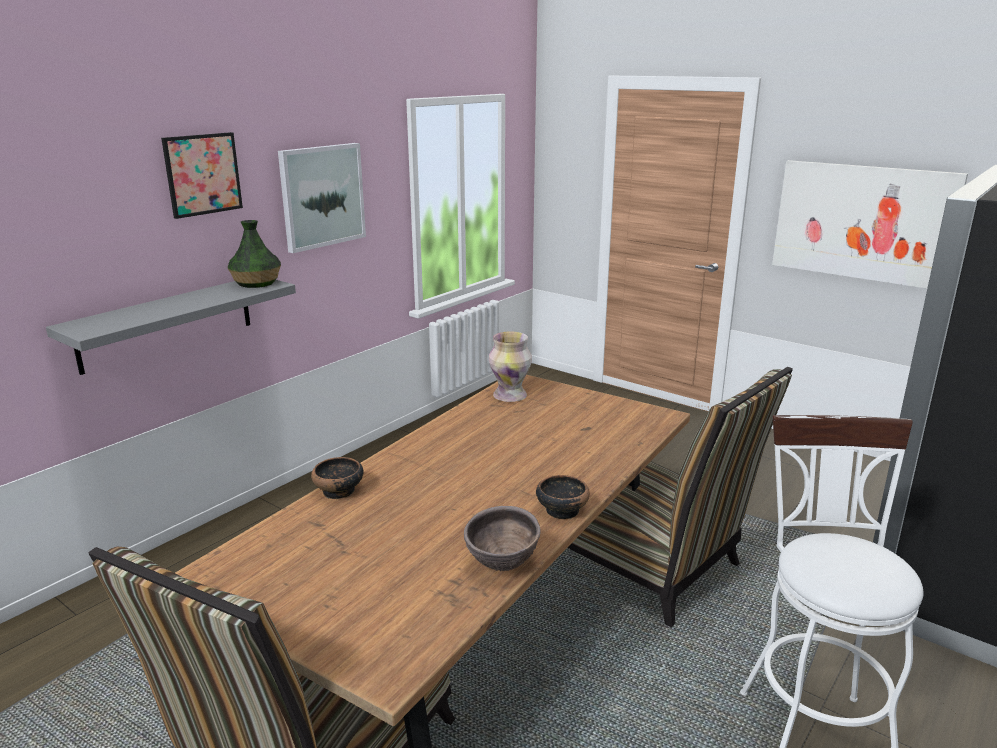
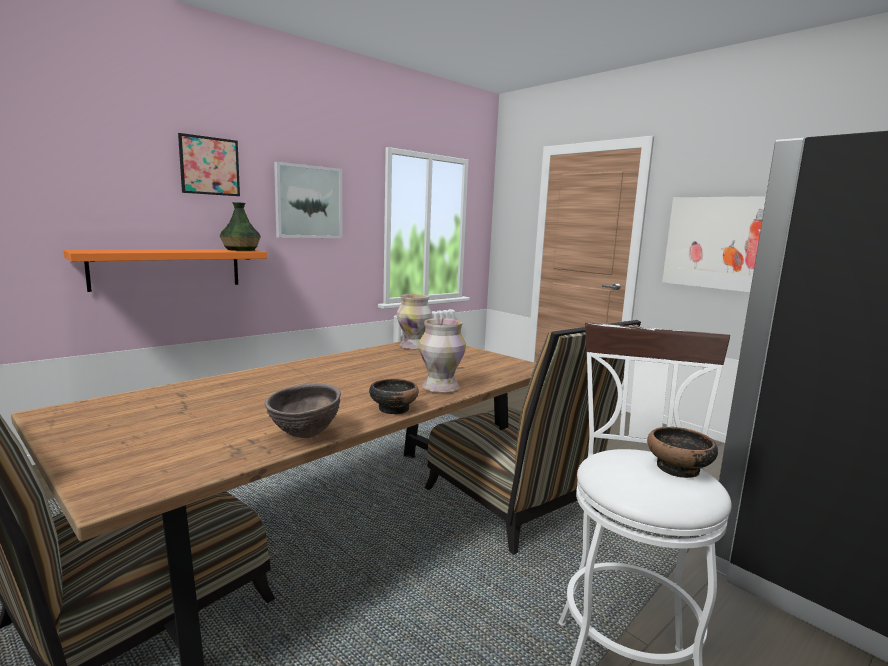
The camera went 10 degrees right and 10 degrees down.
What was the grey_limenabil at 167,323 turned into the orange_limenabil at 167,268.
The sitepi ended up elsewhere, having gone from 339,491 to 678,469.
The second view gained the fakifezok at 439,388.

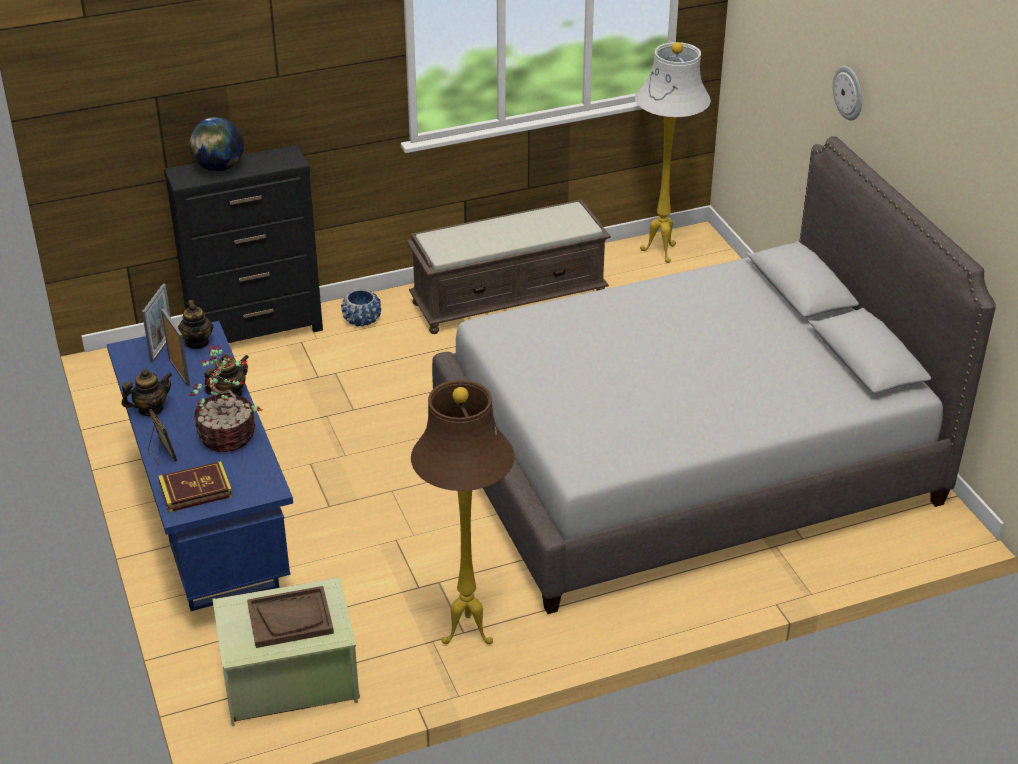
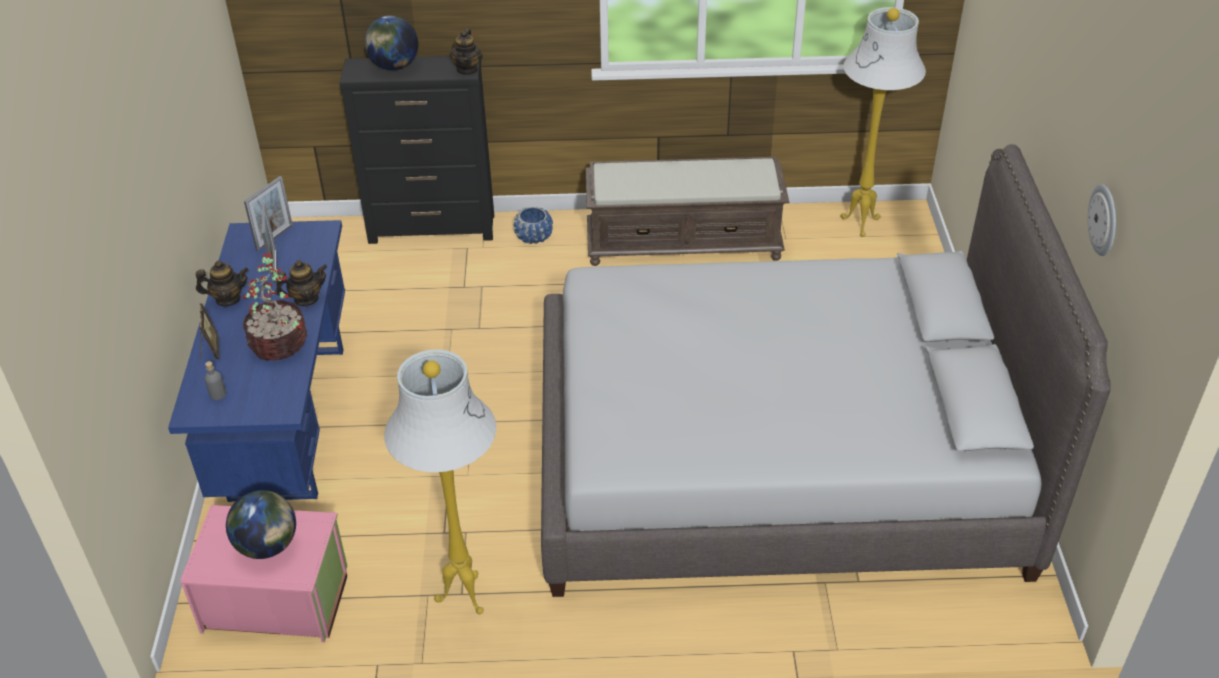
The camera went 20 degrees right and 5 degrees up.
The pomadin ended up elsewhere, having gone from 849,92 to 1104,220.
The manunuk ended up elsewhere, having gone from 197,342 to 467,69.
What was the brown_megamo at 466,633 turned into the white_megamo at 464,595.
Where the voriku stood at 196,490, the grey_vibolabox came to stand at 218,394.
What was the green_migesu at 290,681 turned into the pink_migesu at 276,601.
Where the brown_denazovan stood at 290,618, the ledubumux came to stand at 268,545.

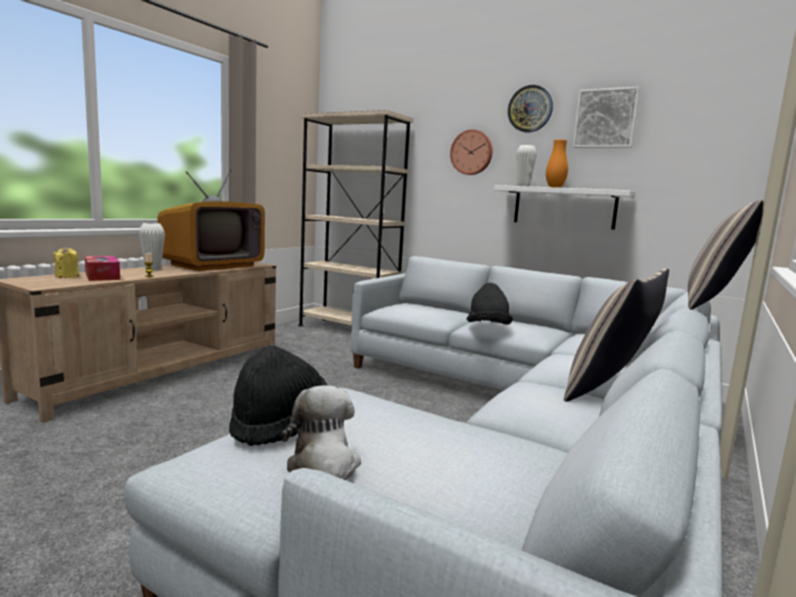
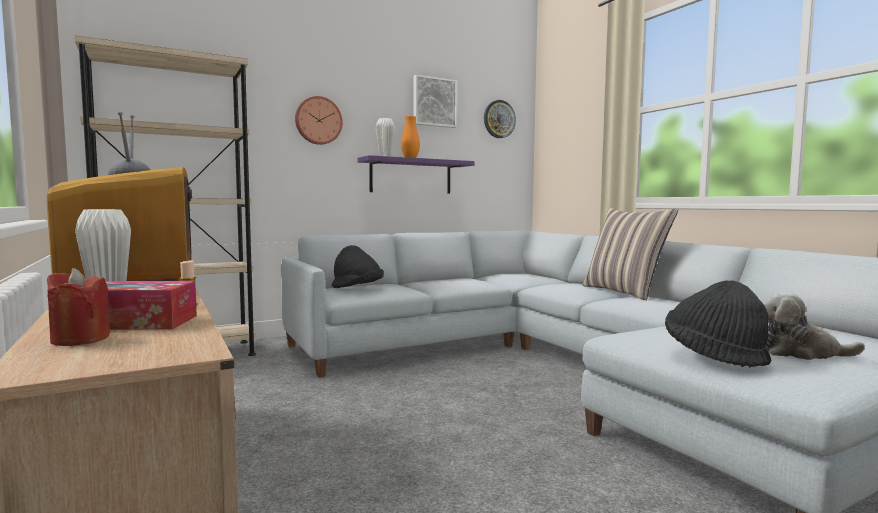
The camera went 60 degrees left and 5 degrees down.
The pomadin ended up elsewhere, having gone from 530,109 to 499,119.
What was the white_limenabil at 564,207 turned into the purple_limenabil at 411,176.
The second view lost the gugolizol at 713,304.
What was the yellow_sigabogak at 67,276 turned into the red_sigabogak at 80,339.
The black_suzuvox ended up elsewhere, having gone from 488,327 to 357,289.

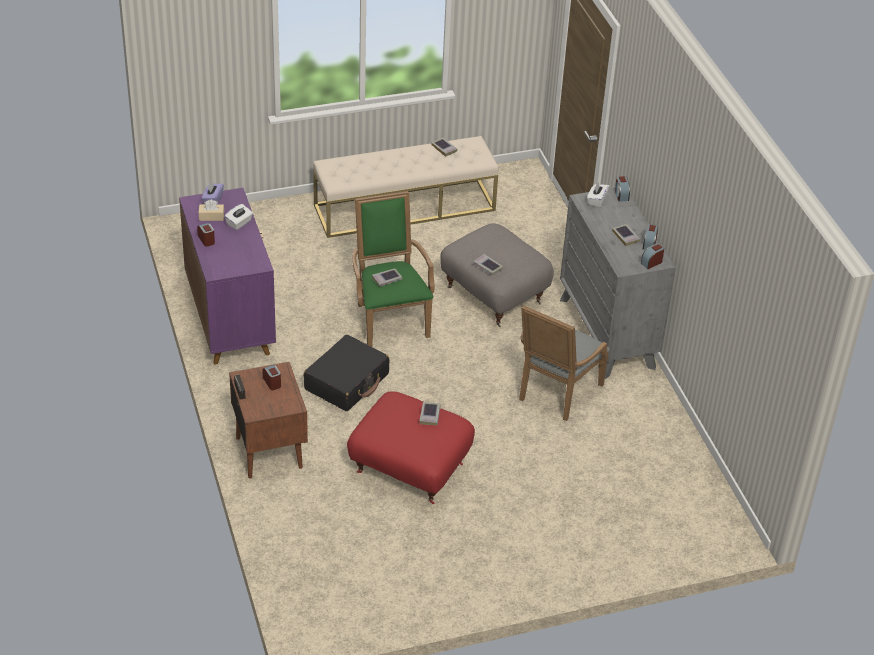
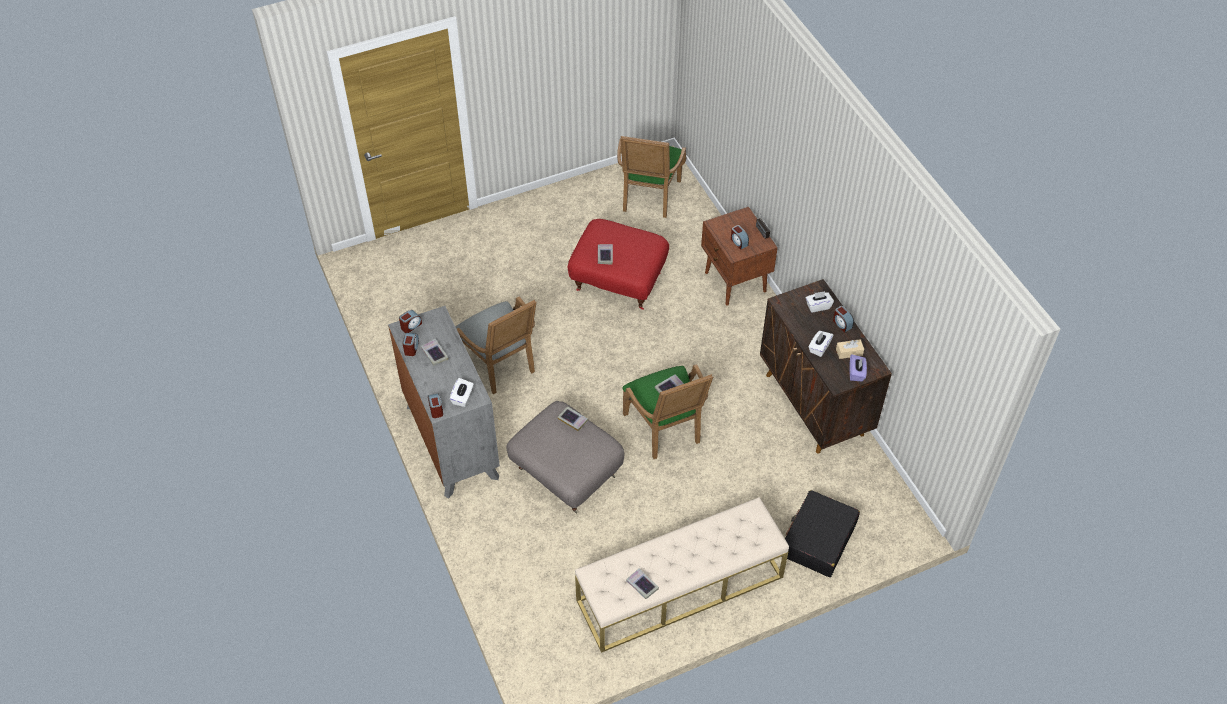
The camera went 175 degrees right and 10 degrees up.
What was the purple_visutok at 230,322 turned into the brown_visutok at 814,405.
The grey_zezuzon at 556,394 ended up facing another way, 120 degrees clockwise from before.
The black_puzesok ended up elsewhere, having gone from 347,382 to 818,540.
The second view gained the green_zezuzon at 648,198.
The second view gained the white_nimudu at 818,306.

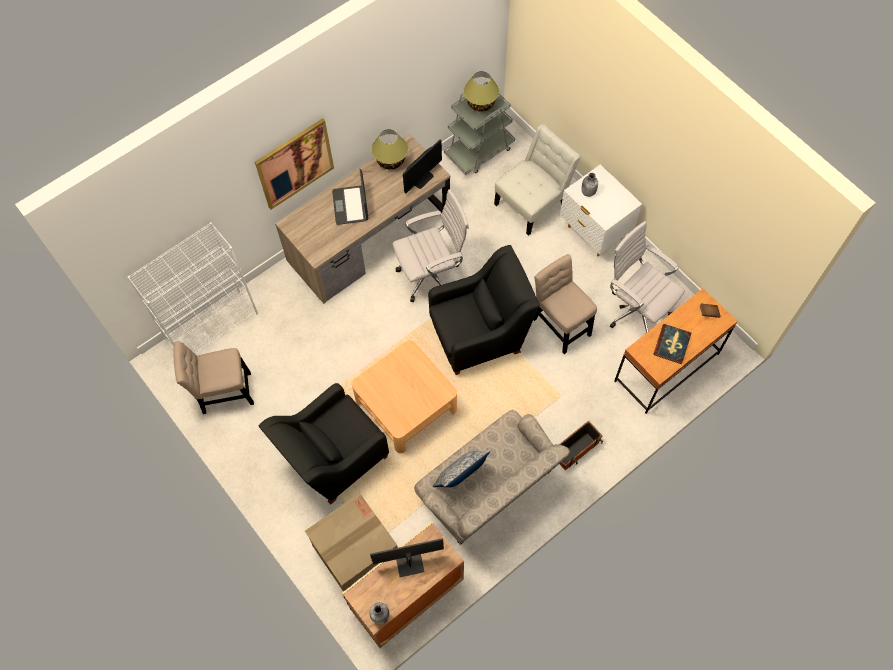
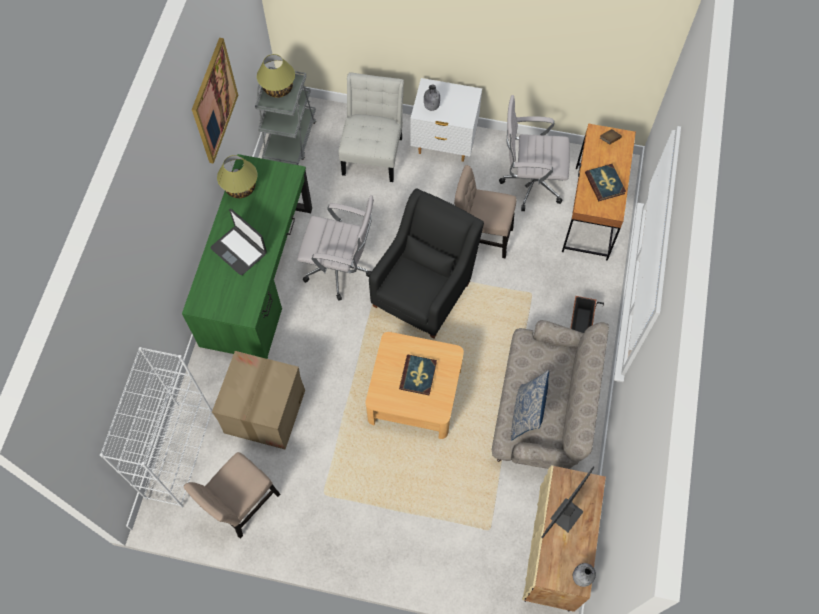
The camera went 40 degrees left and 0 degrees up.
The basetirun ended up elsewhere, having gone from 295,163 to 214,101.
What was the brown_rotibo at 369,238 turned into the green_rotibo at 258,275.
The second view lost the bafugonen at 422,178.
The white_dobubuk at 432,275 ended up facing another way, 75 degrees clockwise from before.
The second view lost the black_zezuzon at 333,458.
The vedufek ended up elsewhere, having gone from 356,554 to 264,412.
The second view gained the voriku at 418,375.

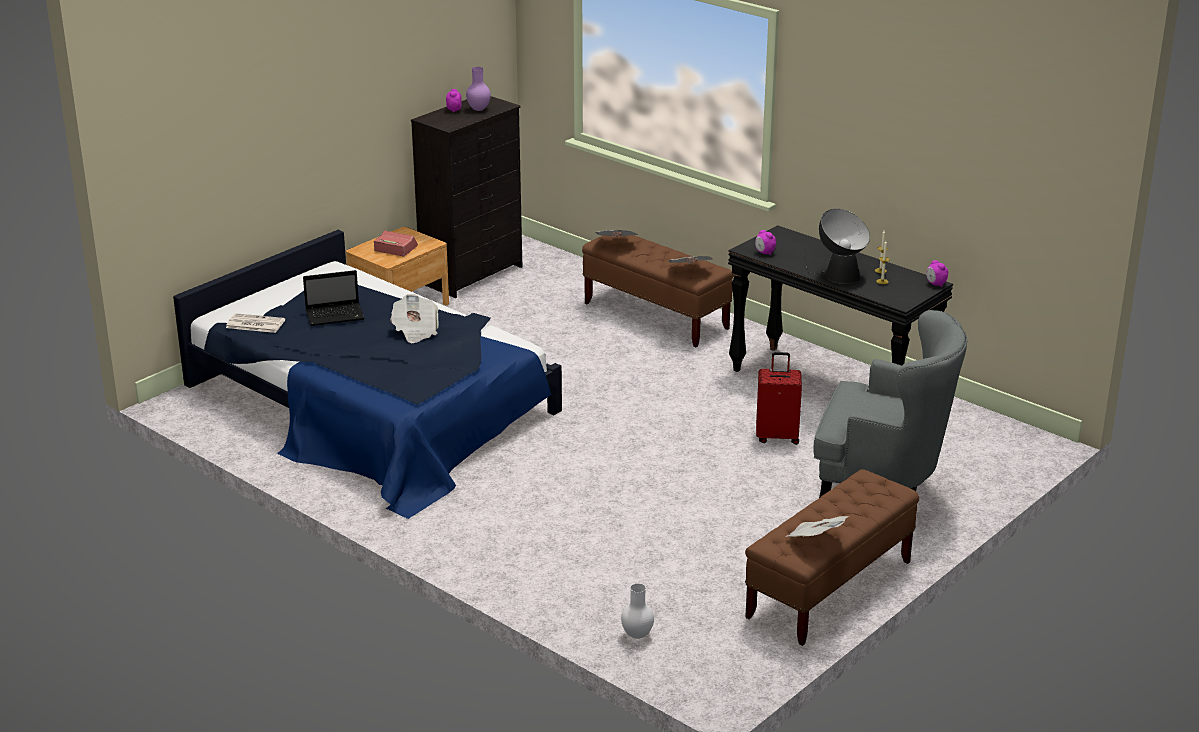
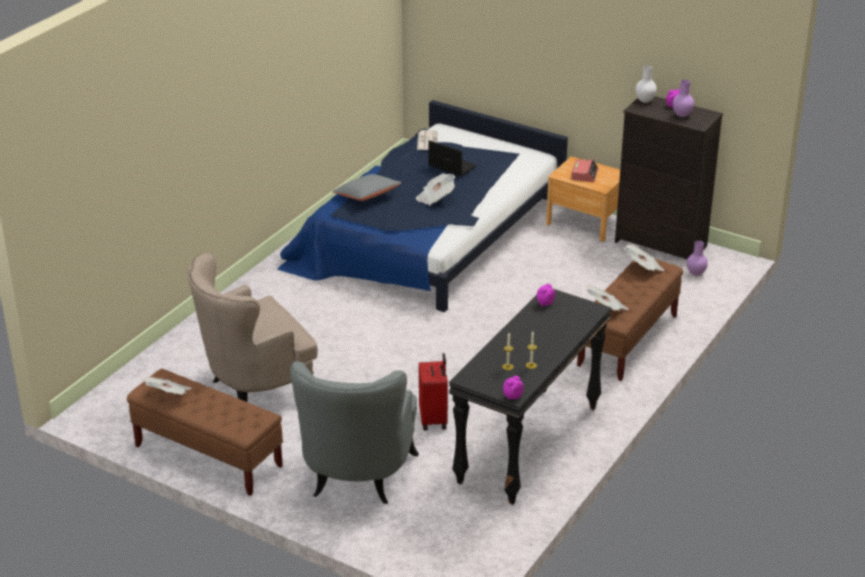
The camera went 80 degrees right and 5 degrees up.
The second view lost the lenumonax at 837,274.
The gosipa at 336,315 ended up facing another way, 150 degrees clockwise from before.
The white_fakifezok ended up elsewhere, having gone from 638,635 to 644,101.
The second view gained the grey_gugolizol at 367,196.
The second view gained the purple_fakifezok at 696,274.
The second view gained the beige_zezuzon at 255,389.

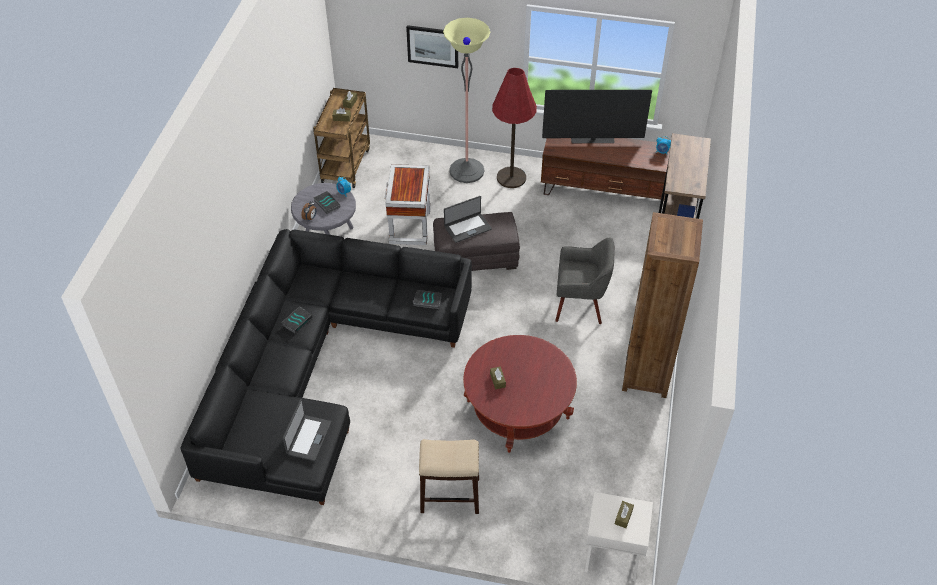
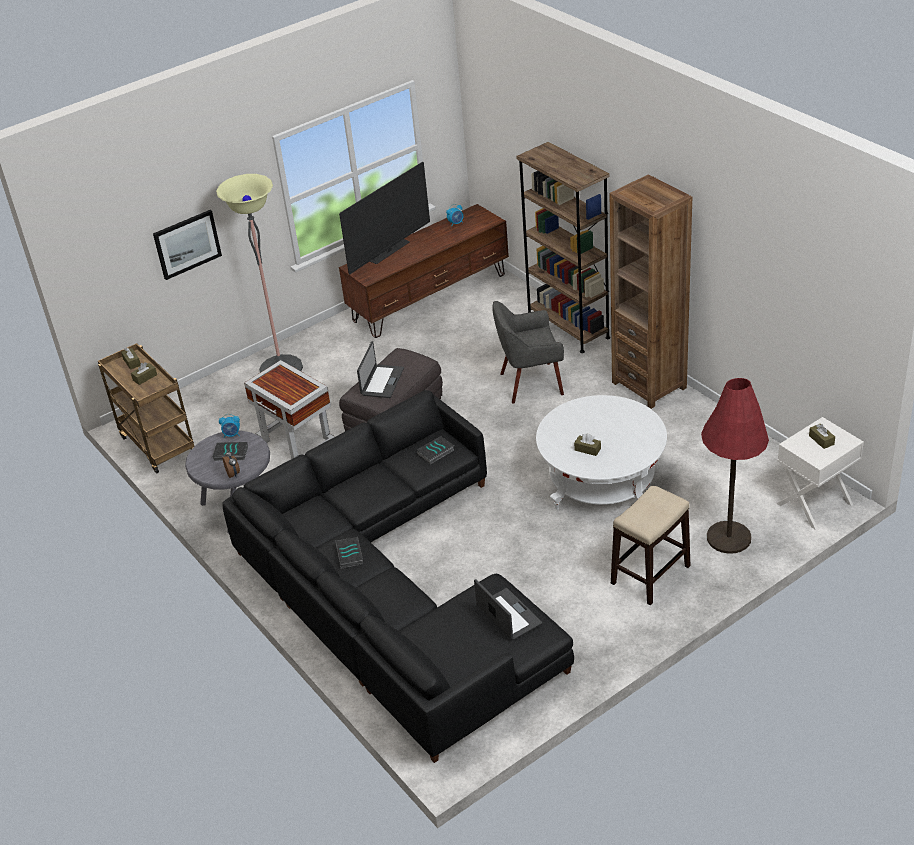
The camera went 45 degrees left and 10 degrees down.
The red_megamo ended up elsewhere, having gone from 511,178 to 728,538.
The grey_zezuzon at 580,305 ended up facing another way, 150 degrees counterclockwise from before.
What was the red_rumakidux at 518,409 turned into the white_rumakidux at 601,481.

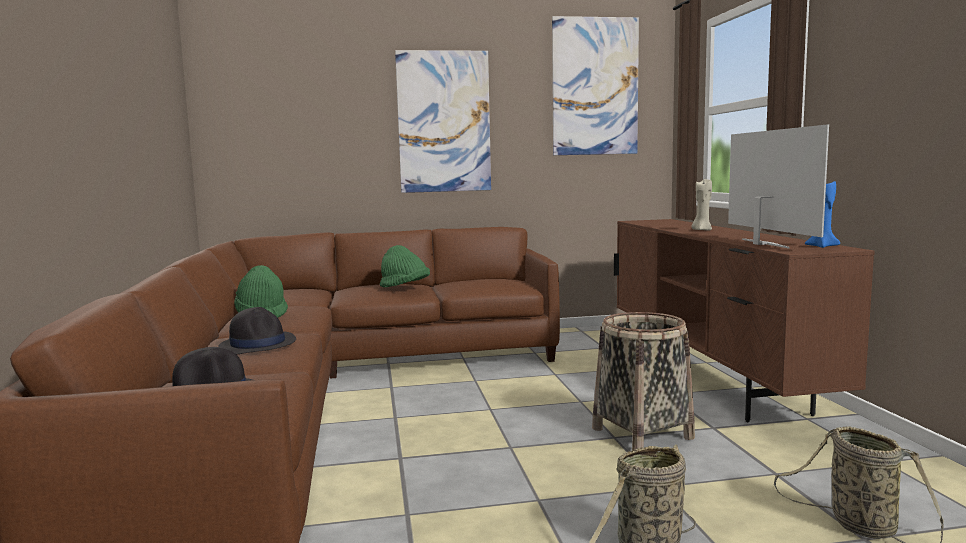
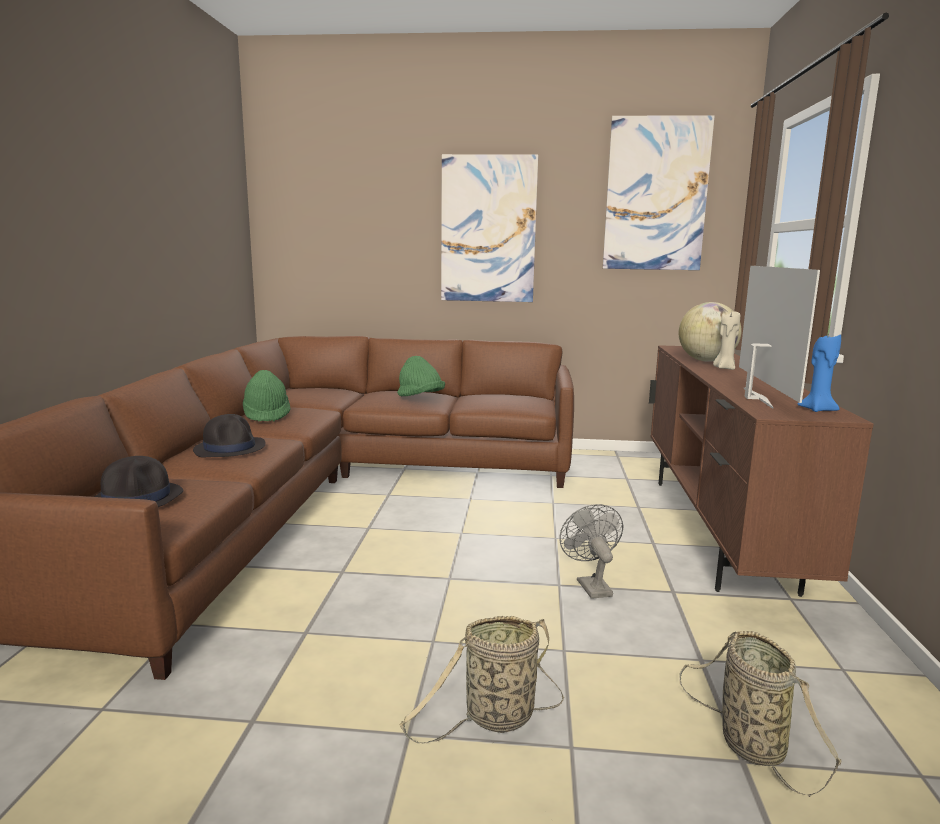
The camera went 15 degrees right and 5 degrees up.
Where the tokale stood at 641,433, the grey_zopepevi came to stand at 590,585.
The second view gained the ledubumux at 706,361.

